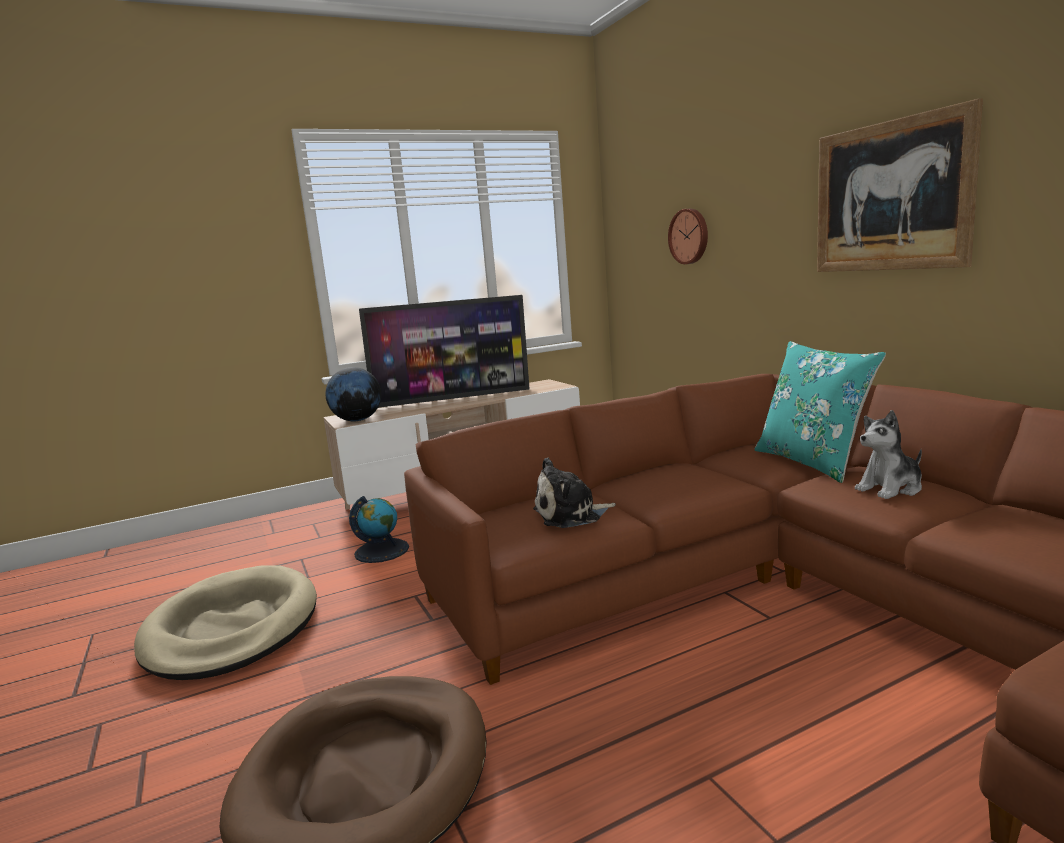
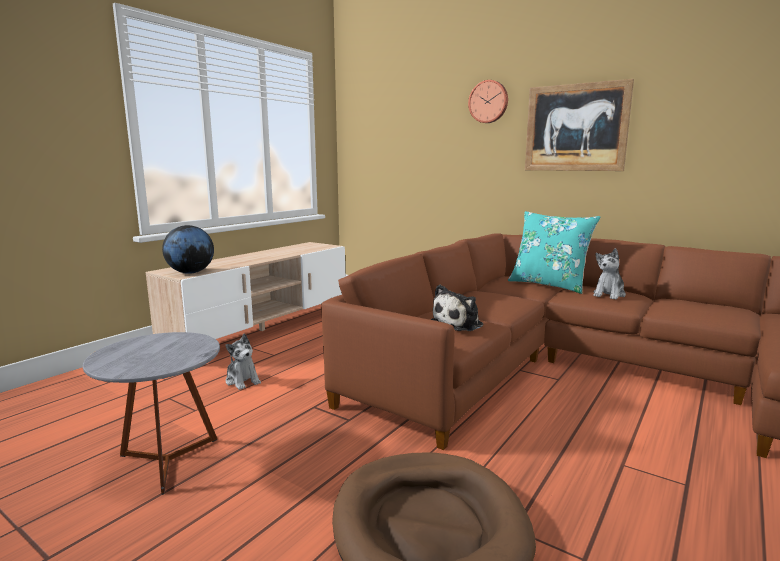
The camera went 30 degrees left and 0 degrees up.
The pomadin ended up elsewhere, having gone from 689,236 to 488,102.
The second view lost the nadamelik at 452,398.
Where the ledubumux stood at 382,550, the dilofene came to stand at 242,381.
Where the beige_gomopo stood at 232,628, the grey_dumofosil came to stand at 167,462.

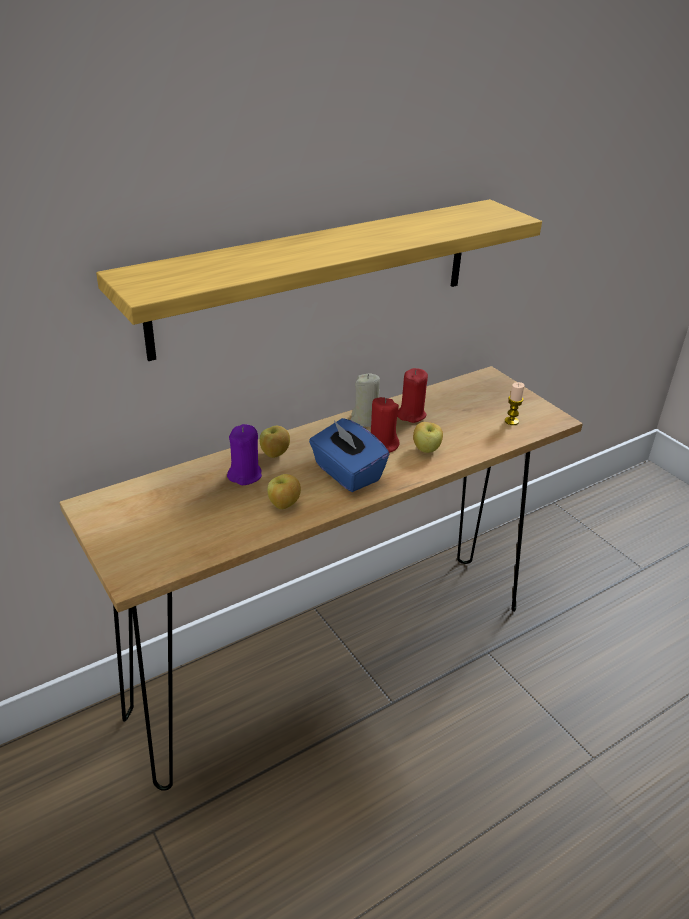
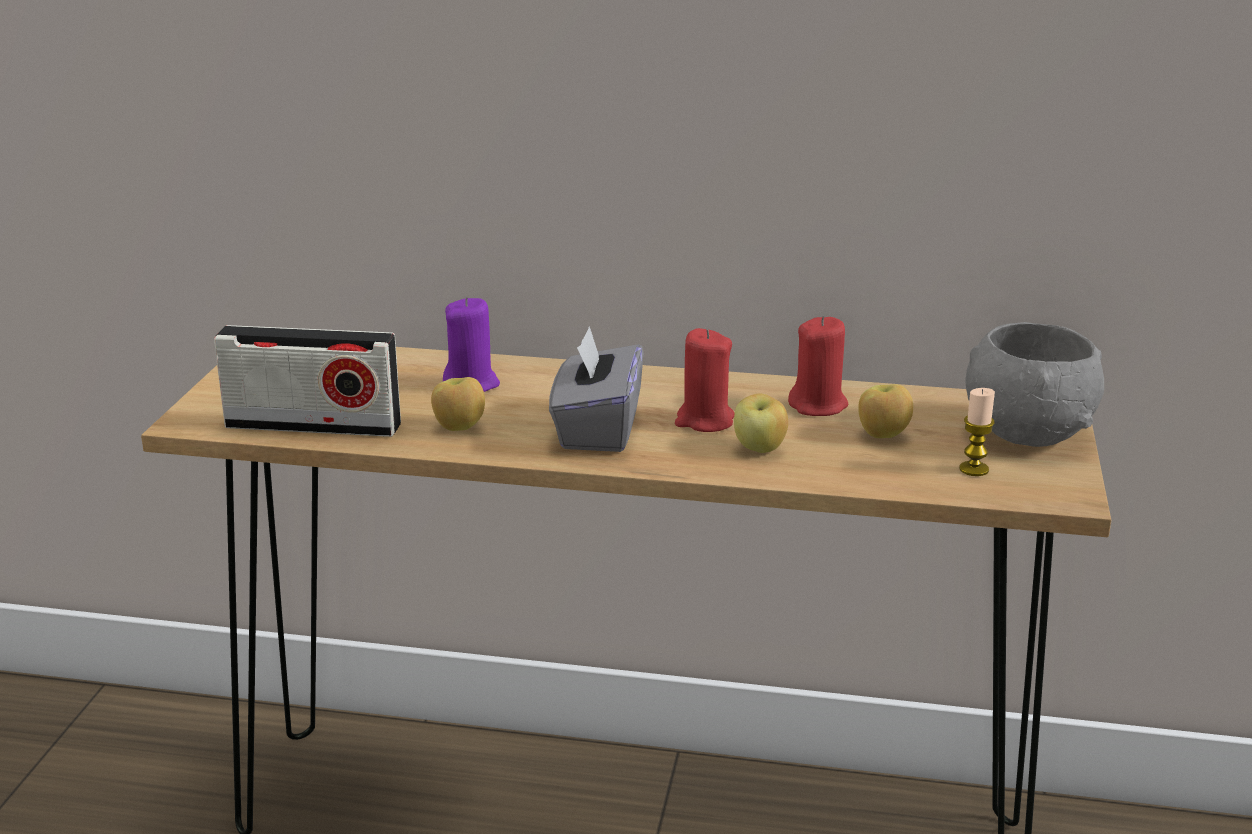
The camera went 45 degrees right and 10 degrees down.
The second view lost the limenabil at 318,275.
The second view lost the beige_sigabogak at 366,419.
What was the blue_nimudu at 346,473 turned into the grey_nimudu at 597,429.
The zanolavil ended up elsewhere, having gone from 274,454 to 882,435.
The second view gained the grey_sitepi at 1026,434.
The second view gained the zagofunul at 313,426.

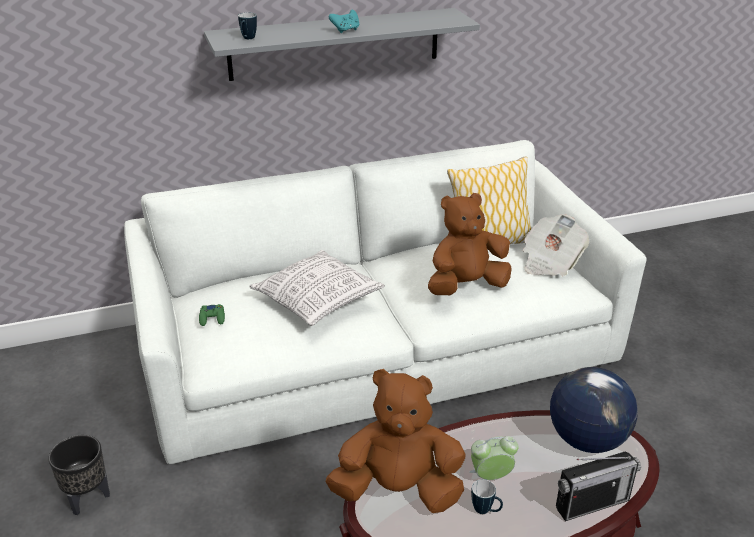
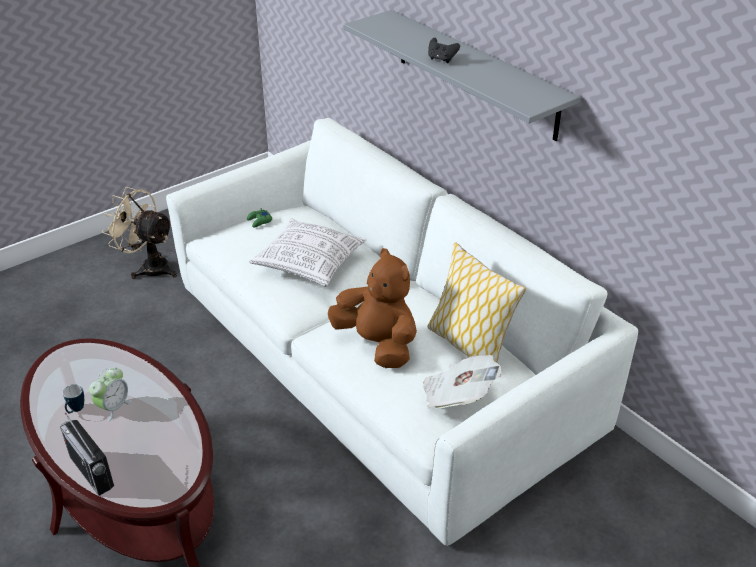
The camera went 70 degrees right and 5 degrees up.
What was the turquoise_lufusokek at 345,30 turned into the black_lufusokek at 441,59.
The second view lost the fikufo at 247,39.
The second view lost the ledubumux at 587,439.
The second view lost the brown_dilofene at 398,490.
Where the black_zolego stood at 88,498, the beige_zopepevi came to stand at 149,267.
The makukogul at 491,477 ended up facing another way, 60 degrees clockwise from before.

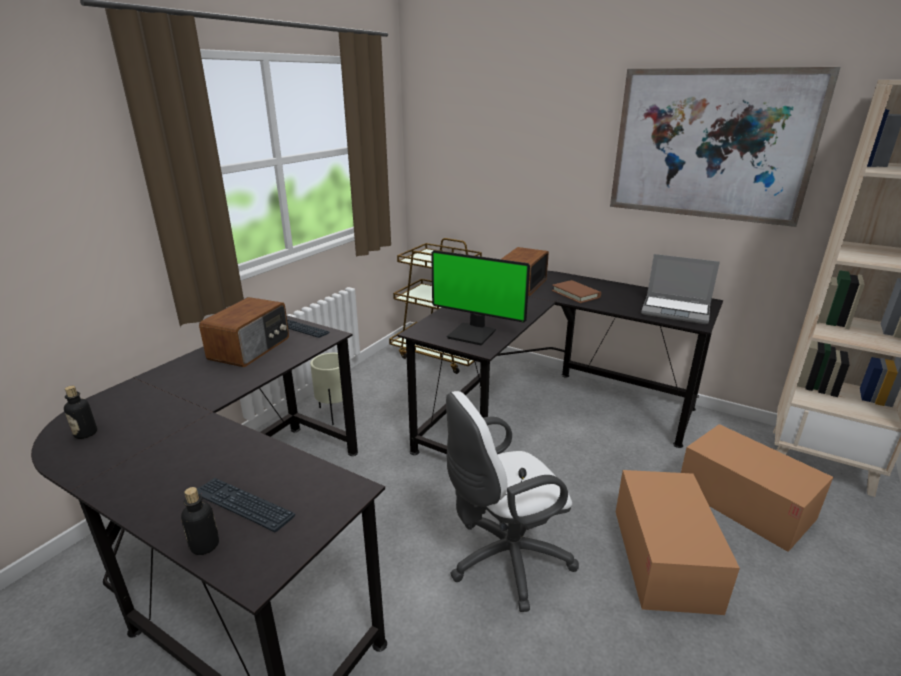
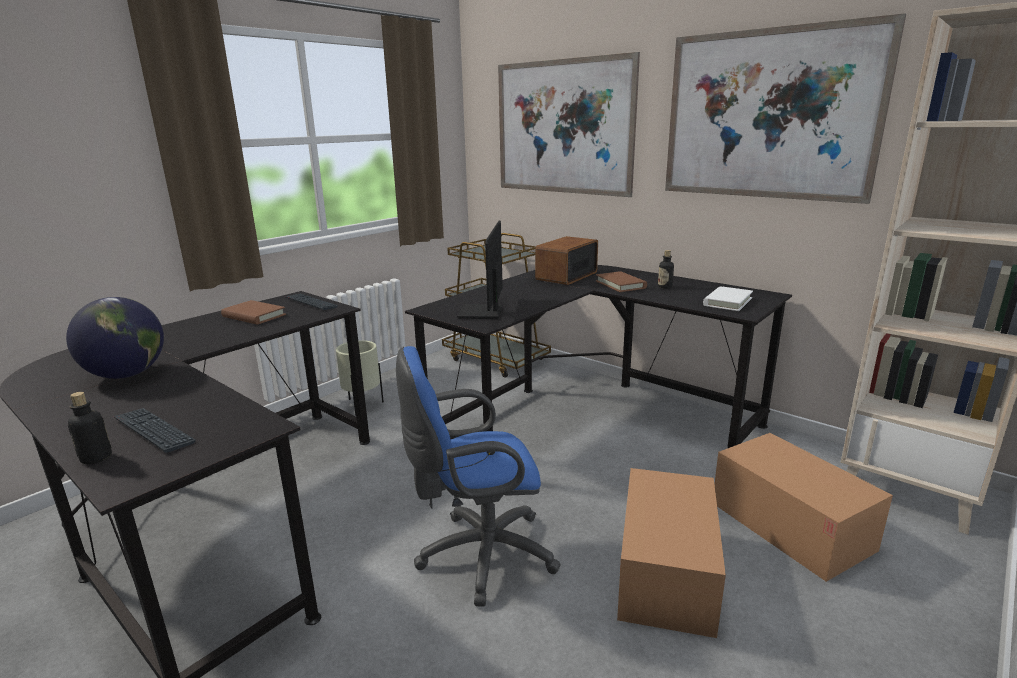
The camera went 10 degrees right and 5 degrees down.
The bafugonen at 473,334 ended up facing another way, 60 degrees clockwise from before.
Where the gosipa stood at 676,311, the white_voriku came to stand at 727,302.
Where the zagofunul stood at 251,348, the brown_voriku came to stand at 254,316.
The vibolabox ended up elsewhere, having gone from 85,433 to 664,287.
What was the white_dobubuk at 504,560 turned into the blue_dobubuk at 479,555.
The second view gained the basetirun at 562,127.
The second view gained the ledubumux at 127,375.

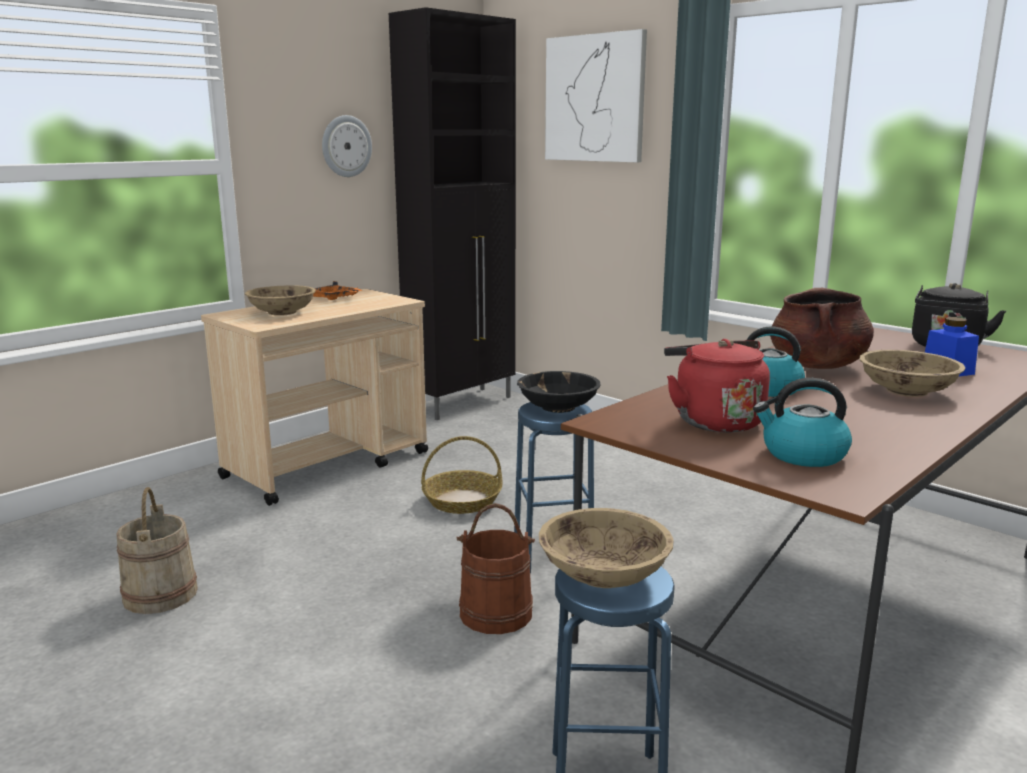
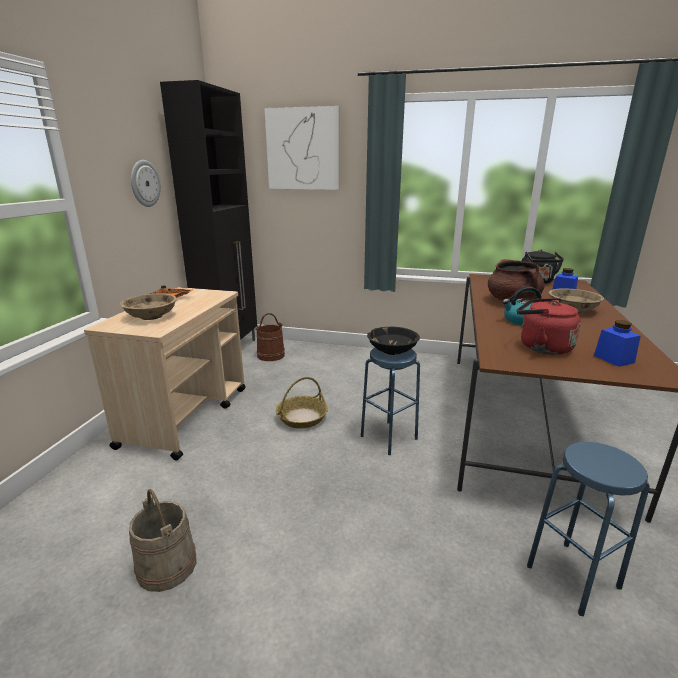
The camera went 30 degrees left and 5 degrees up.
Where the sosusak stood at 802,454, the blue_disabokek came to stand at 613,359.
The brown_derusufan ended up elsewhere, having gone from 496,613 to 271,355.
The second view lost the beige_sitepi at 603,574.

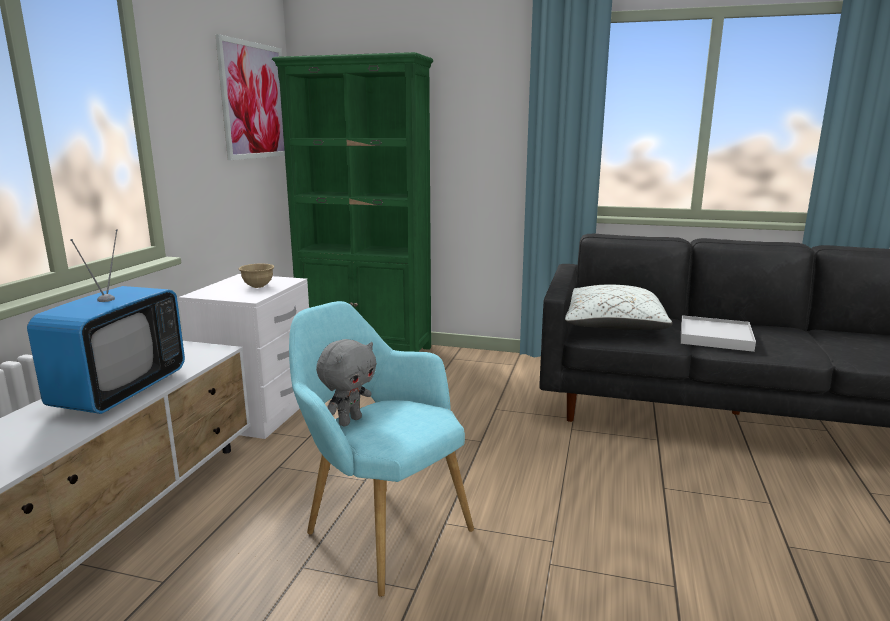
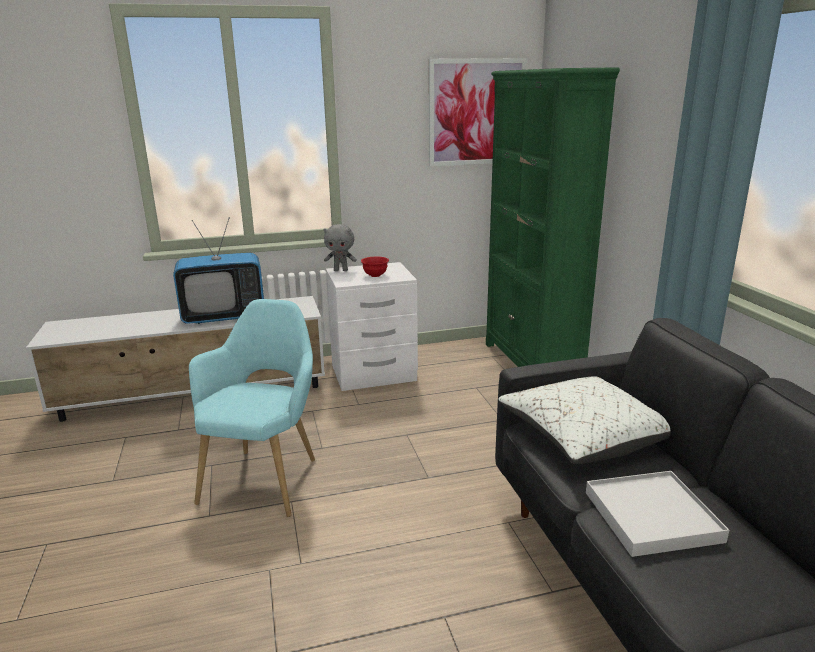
The camera went 60 degrees right and 5 degrees up.
What was the beige_sitepi at 258,286 turned into the red_sitepi at 375,275.
The grey_dilofene ended up elsewhere, having gone from 349,421 to 341,270.

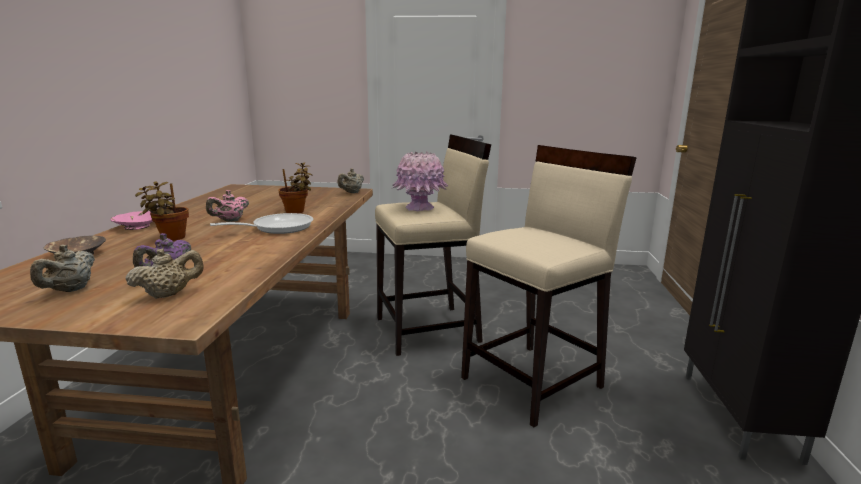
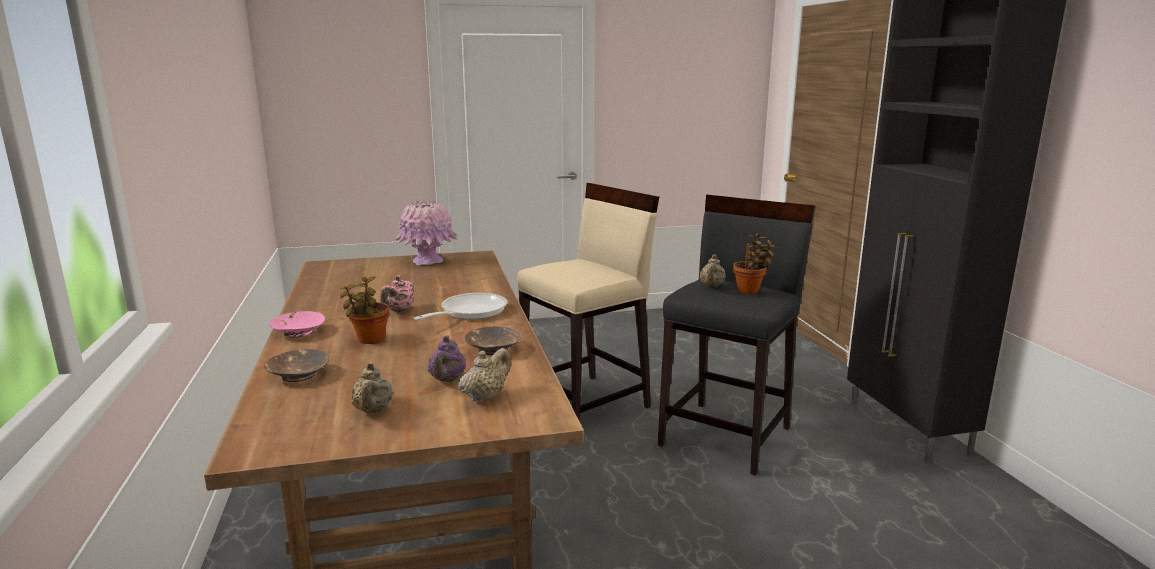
The camera went 20 degrees left and 0 degrees up.
What was the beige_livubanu at 533,382 turned into the black_livubanu at 727,436.
The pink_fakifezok ended up elsewhere, having gone from 420,208 to 428,261.
The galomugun ended up elsewhere, having gone from 297,212 to 750,291.
The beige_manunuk ended up elsewhere, having gone from 351,193 to 711,286.
The second view gained the brown_sitepi at 492,349.

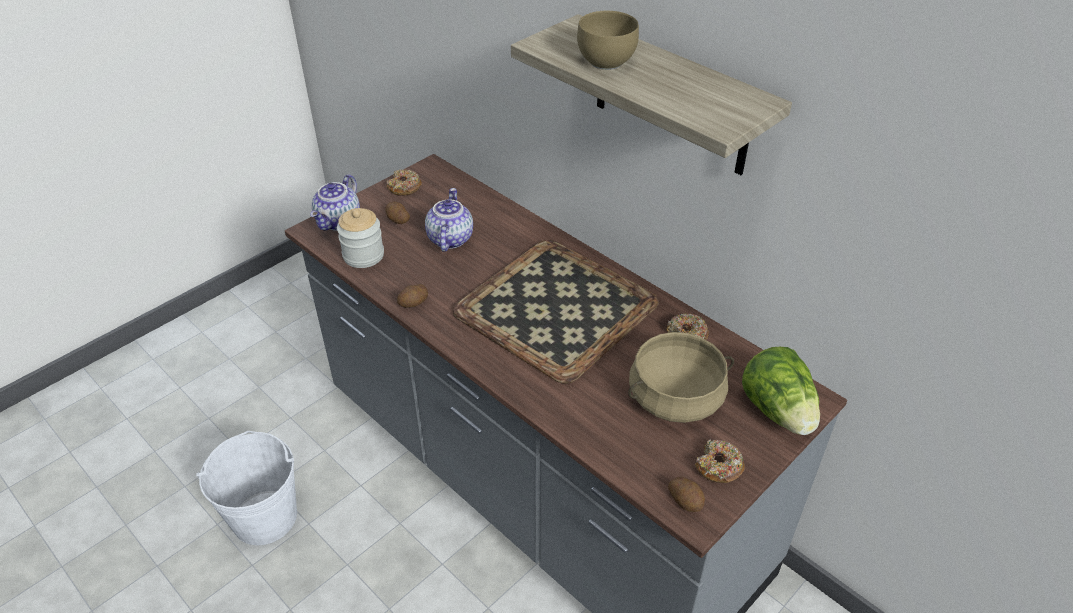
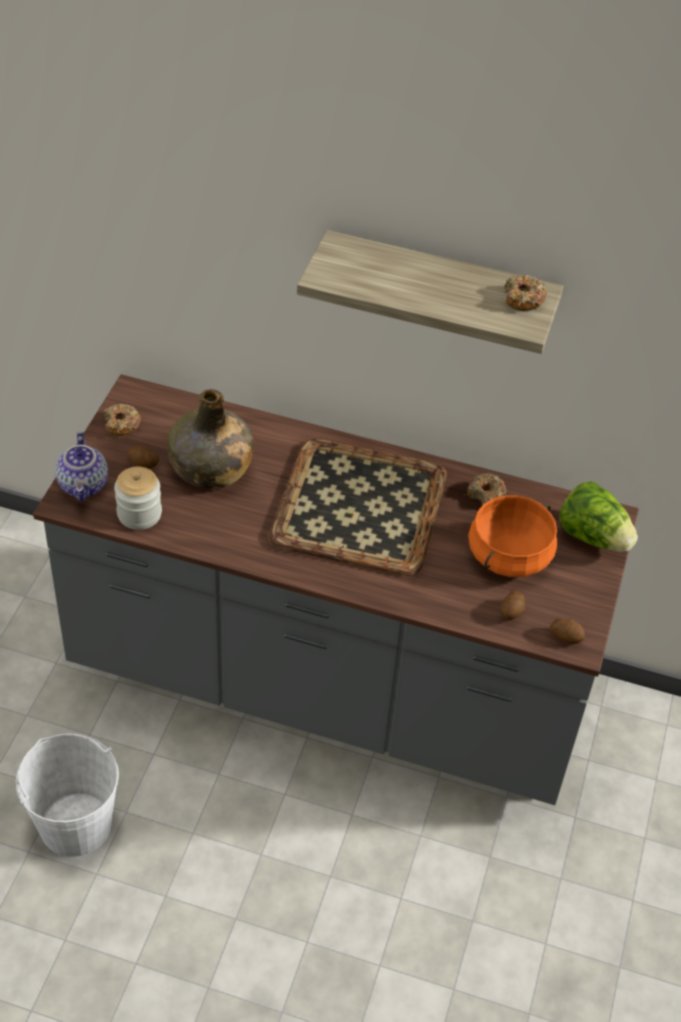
The camera went 30 degrees left and 5 degrees up.
The second view lost the brown_sitepi at 608,63.
Where the manunuk stood at 449,239, the green_vibolabox came to stand at 210,468.
The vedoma ended up elsewhere, having gone from 414,303 to 511,612.
What was the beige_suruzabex at 675,398 turned into the orange_suruzabex at 510,555.
The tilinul ended up elsewhere, having gone from 718,467 to 523,299.

